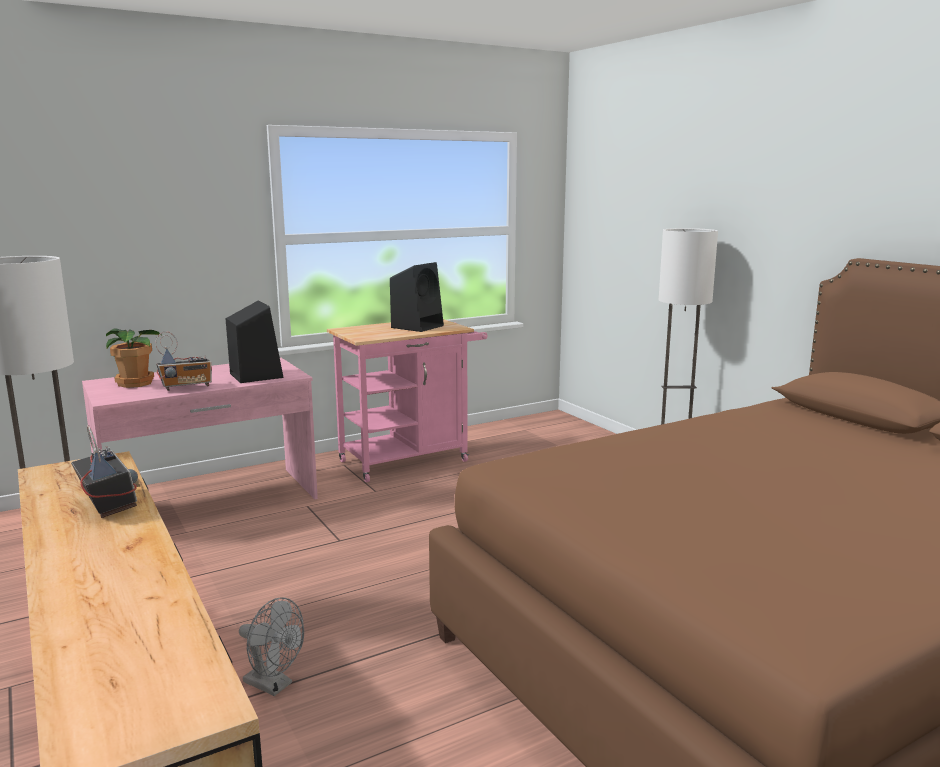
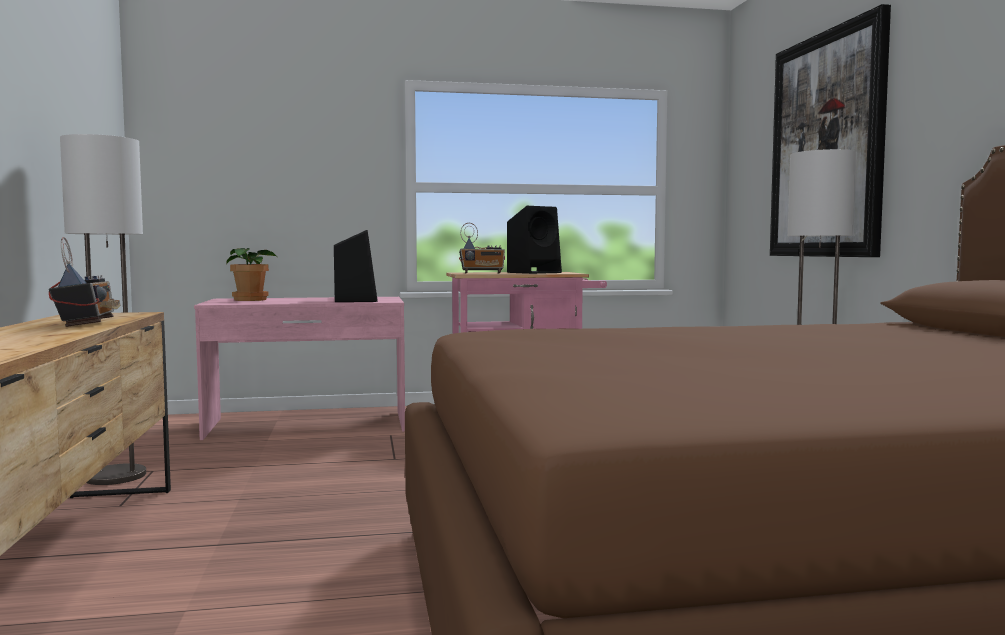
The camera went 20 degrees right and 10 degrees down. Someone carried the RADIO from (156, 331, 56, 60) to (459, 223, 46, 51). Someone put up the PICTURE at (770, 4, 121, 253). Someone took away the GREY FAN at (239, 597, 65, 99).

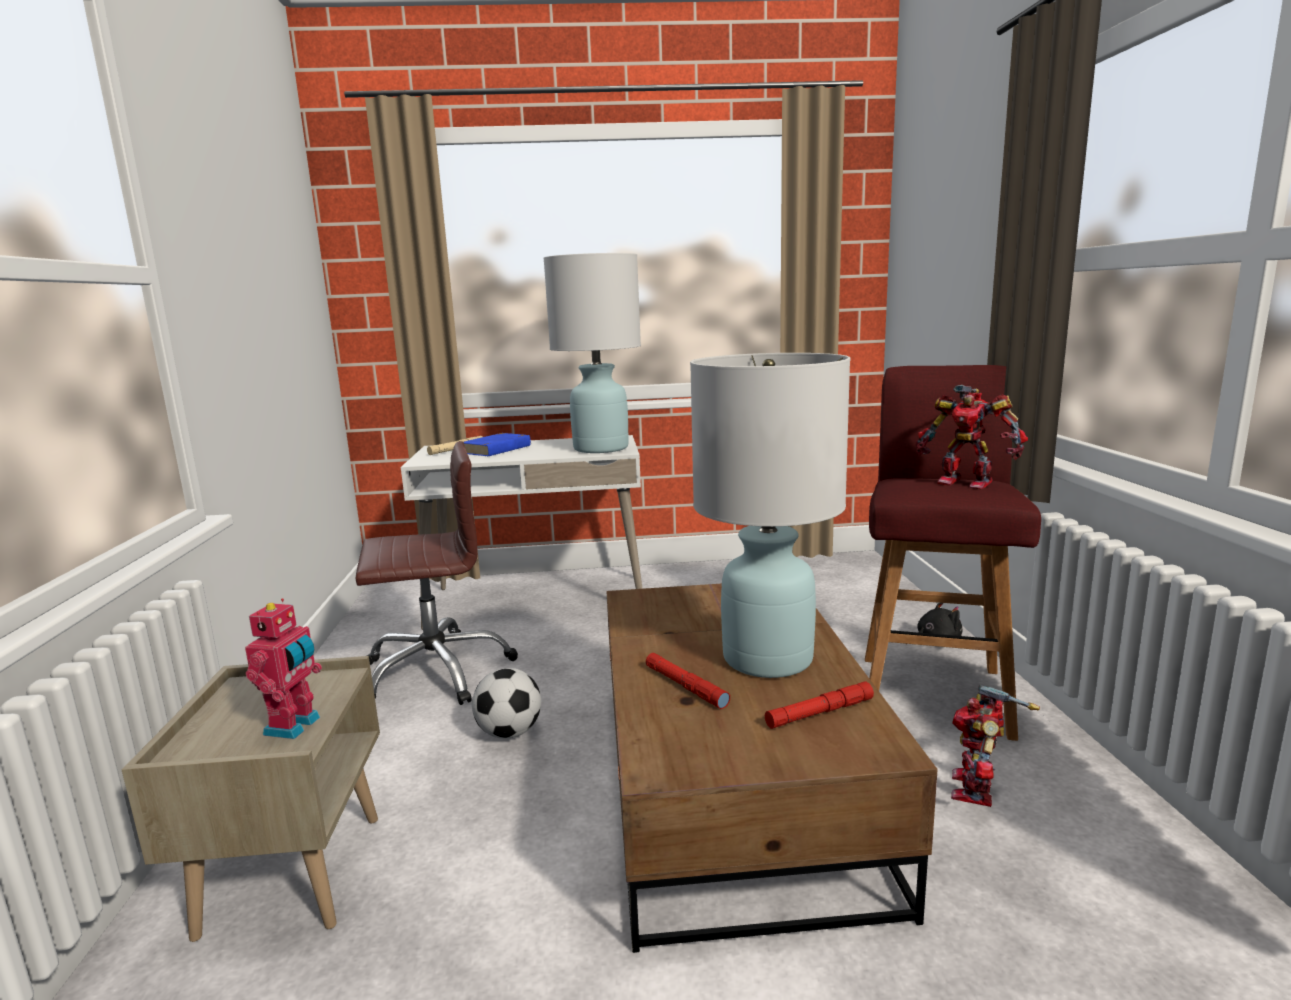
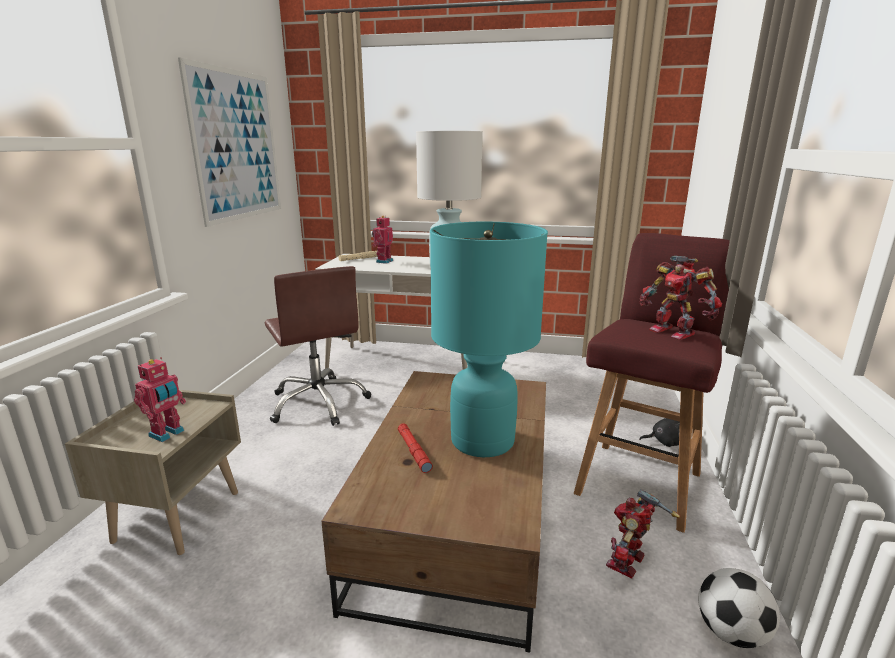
The camera went 15 degrees right and 5 degrees up. Someone put up the PICTURE at (178, 57, 103, 170). Someone rotated the BROWN OFFICE CHAIR at (356, 441, 162, 264) by 60 degrees clockwise. Someone swapped the BLUE BOOK at (463, 433, 69, 23) for the TOY ROBOT at (372, 216, 21, 48). Someone repainted the WHITE TABLE LAMP at (690, 353, 160, 325), which became the TURQUOISE TABLE LAMP at (430, 222, 118, 235). Someone carried the FOOTBALL from (472, 668, 69, 71) to (698, 568, 82, 80). Someone took away the RED FLASHLIGHT at (765, 681, 109, 48).

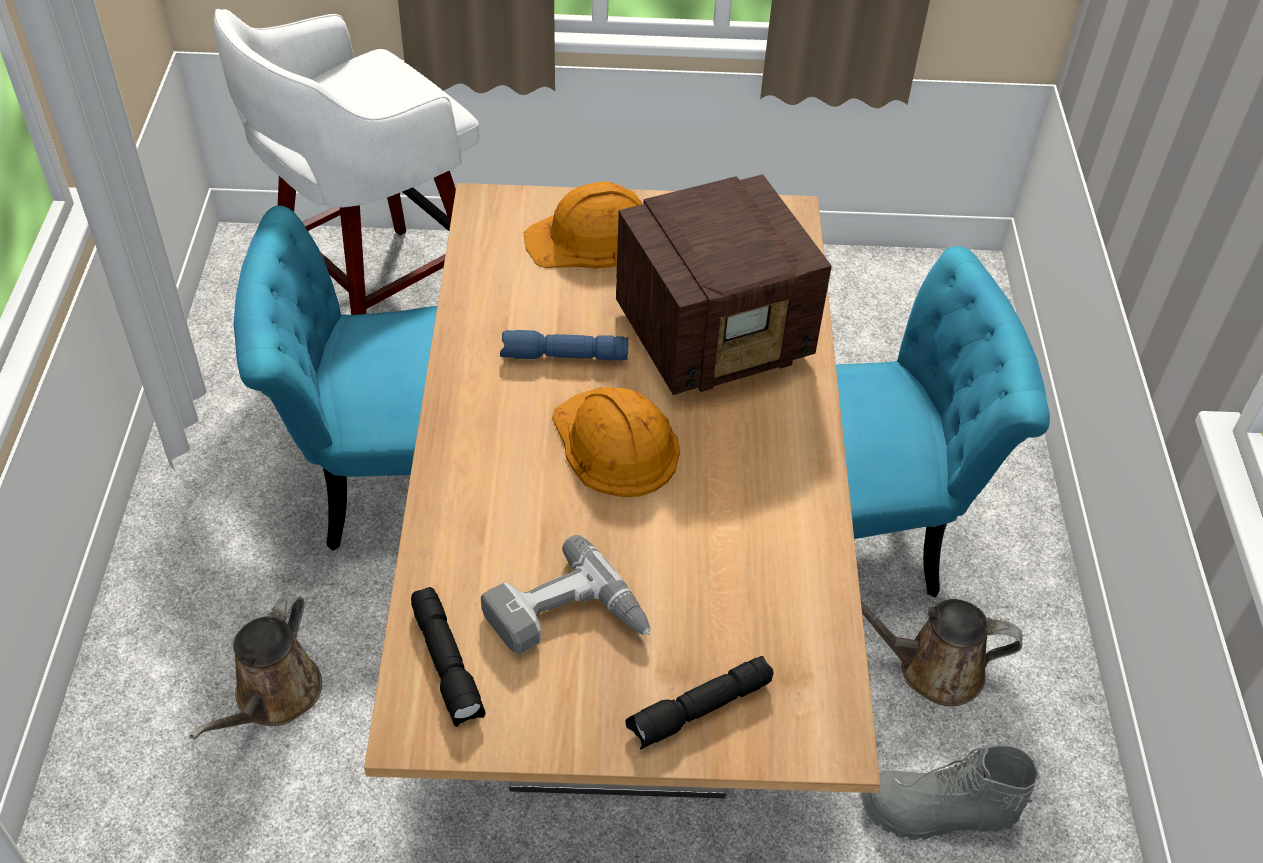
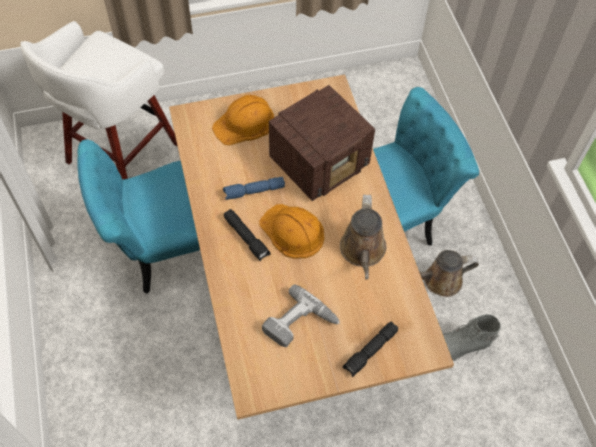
The camera went 15 degrees left and 10 degrees up. Someone carried the BLACK FLASHLIGHT from (411, 587, 75, 140) to (224, 209, 47, 52). Someone carried the BROWN WATERING CAN from (190, 593, 132, 146) to (340, 194, 46, 86).

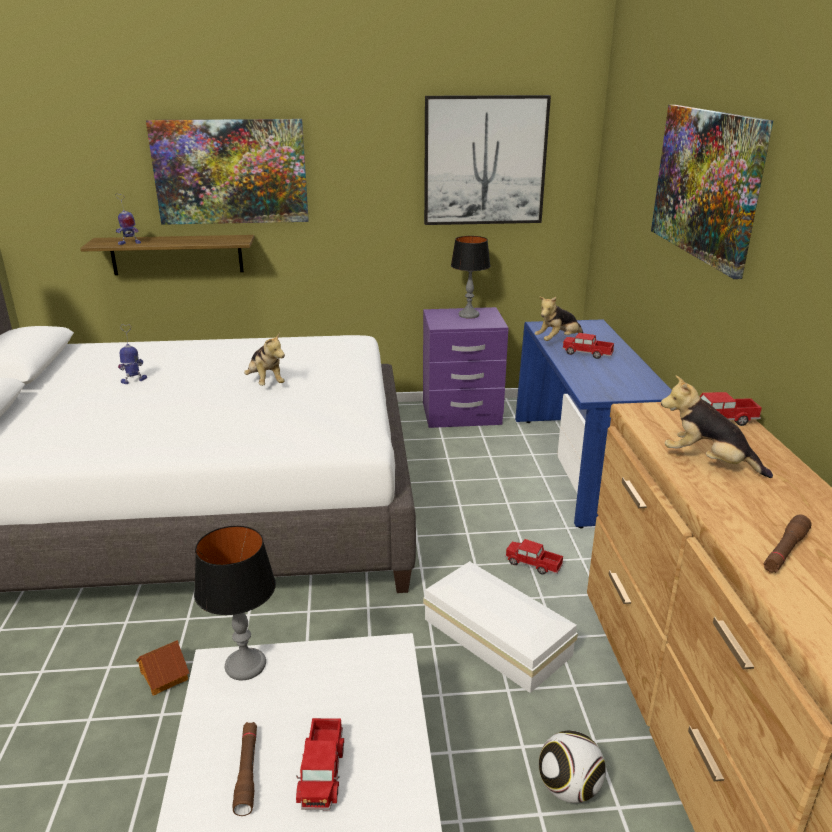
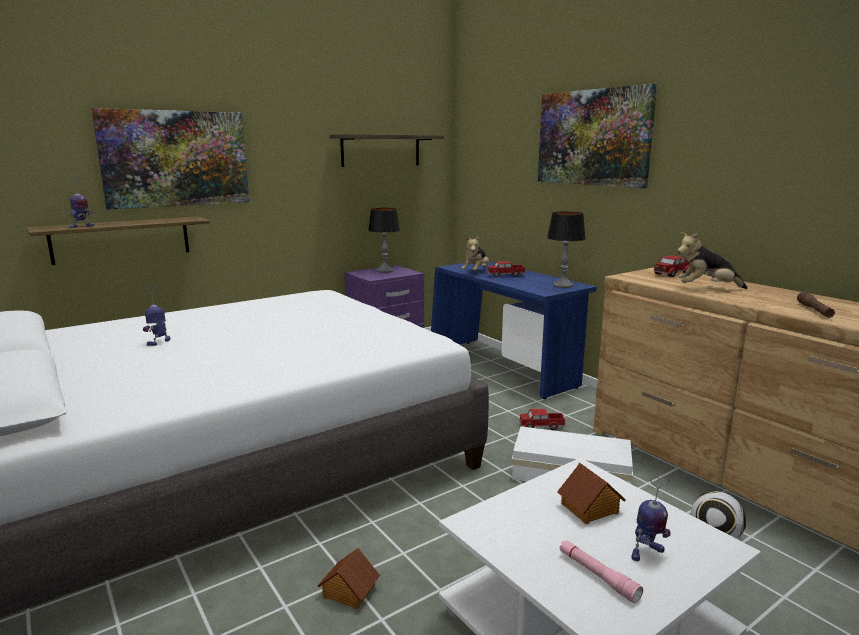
The camera went 30 degrees left and 10 degrees down. Someone swapped the PICTURE at (424, 95, 127, 130) for the SHELF at (330, 134, 114, 33). Someone carried the TABLE LAMP from (194, 526, 82, 154) to (547, 211, 39, 77). Someone put down the TOY HOUSE at (557, 462, 69, 62). Someone repainted the BROWN FLASHLIGHT at (232, 722, 25, 94), which became the PINK FLASHLIGHT at (560, 540, 83, 63). Someone swapped the TOY TRUCK at (296, 718, 48, 92) for the TOY ROBOT at (631, 477, 40, 84). Someone took away the PLUSH TOY at (244, 333, 41, 53).

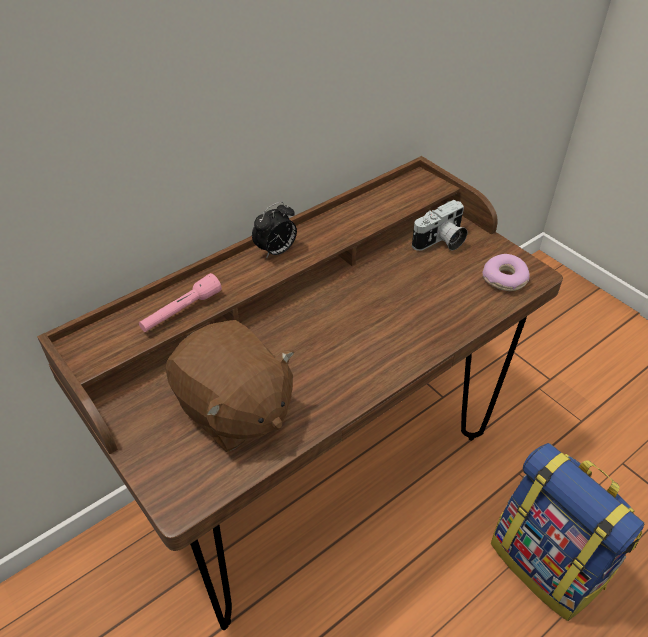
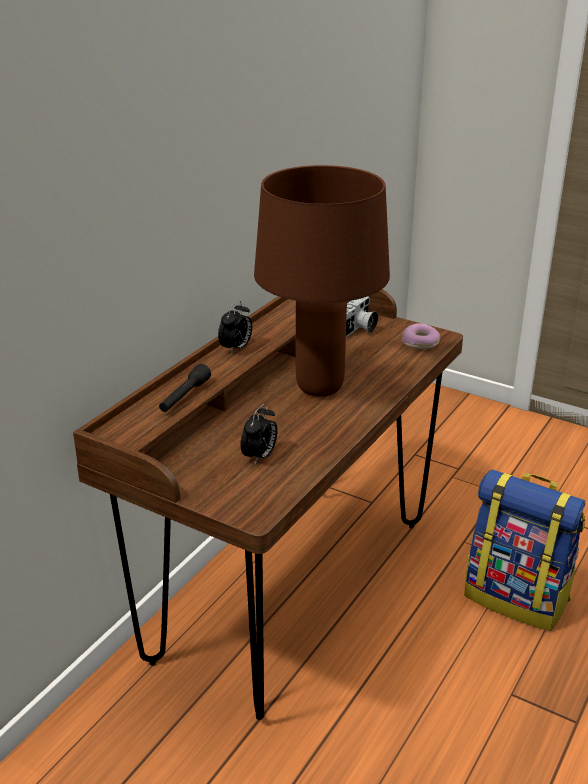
The camera went 20 degrees left and 15 degrees down. Someone repainted the PINK FLASHLIGHT at (139, 273, 83, 59), which became the BLACK FLASHLIGHT at (159, 364, 52, 48). Someone swapped the BROWN PLUSH TOY at (166, 320, 128, 132) for the ALARM CLOCK at (241, 404, 36, 61). Someone put down the BROWN TABLE LAMP at (254, 165, 136, 232).

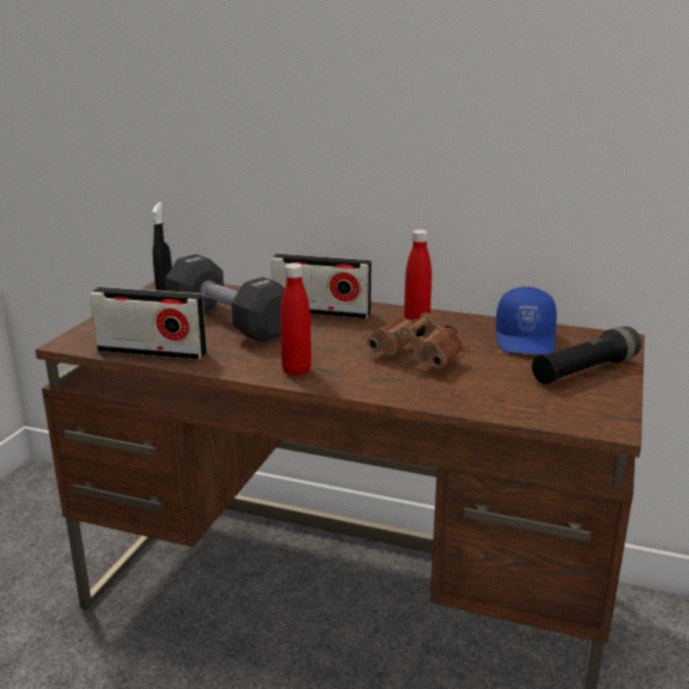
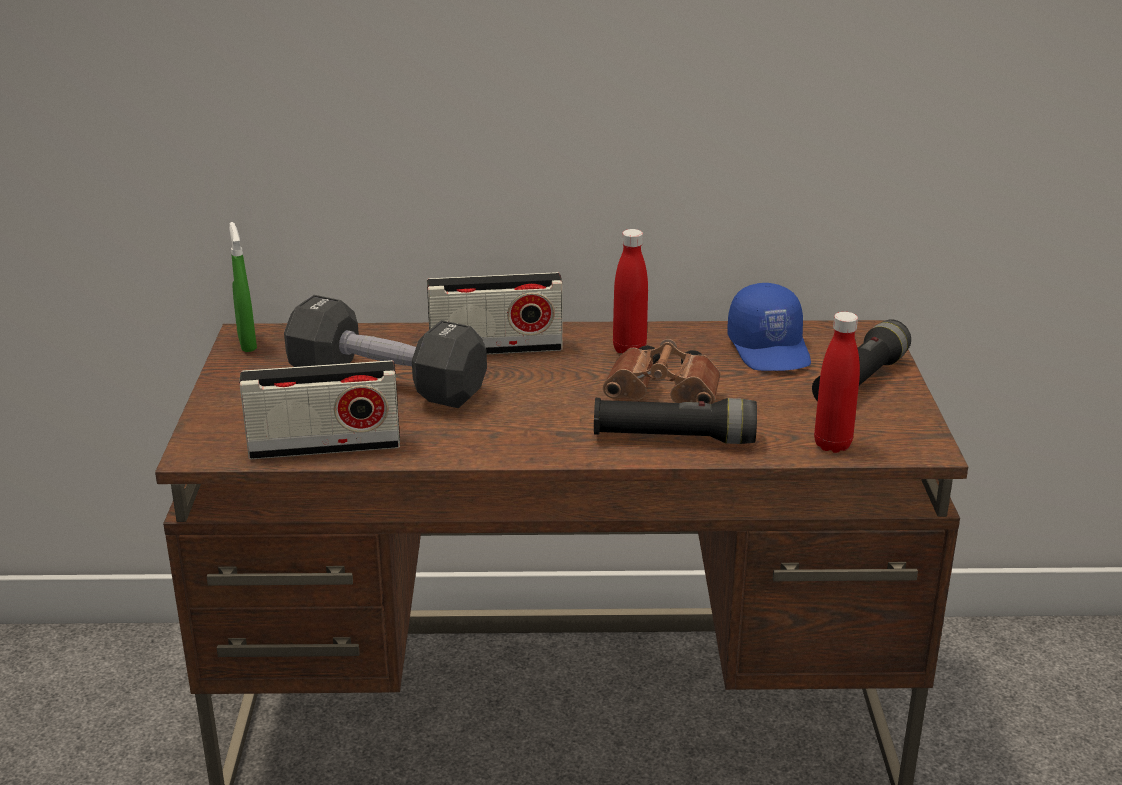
The camera went 20 degrees left and 5 degrees up. Someone repainted the BLACK SPRAY BOTTLE at (152, 202, 20, 89), which became the GREEN SPRAY BOTTLE at (229, 222, 28, 130). Someone put down the BLACK FLASHLIGHT at (594, 398, 163, 46). Someone carried the RED BOTTLE from (280, 263, 31, 112) to (814, 312, 46, 141).

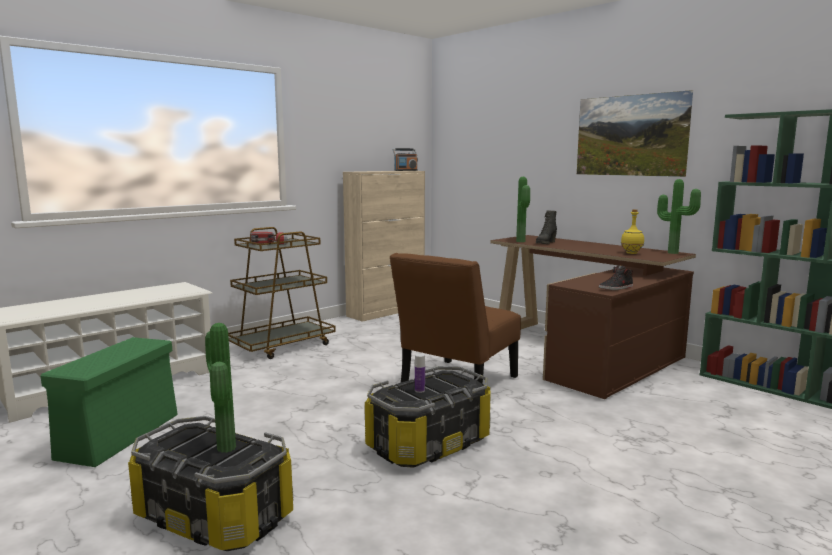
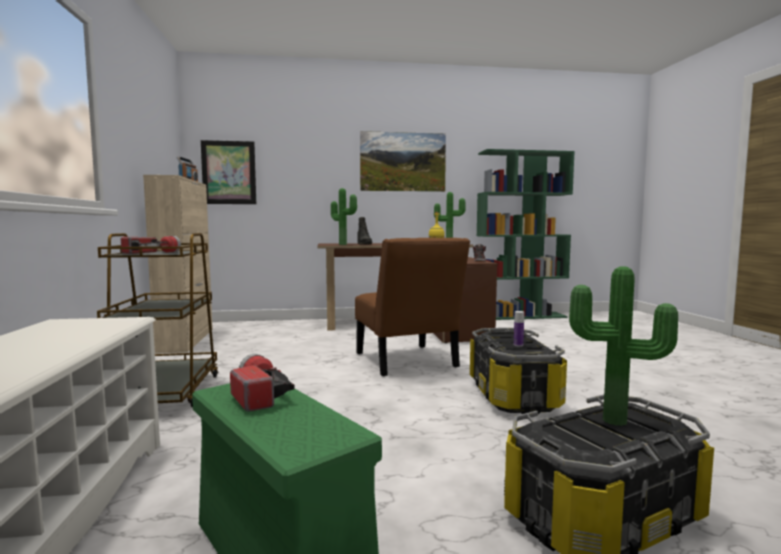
The camera went 55 degrees left and 5 degrees down. Someone put up the PICTURE at (201, 140, 55, 64). Someone put down the FLASHLIGHT at (230, 354, 65, 58).

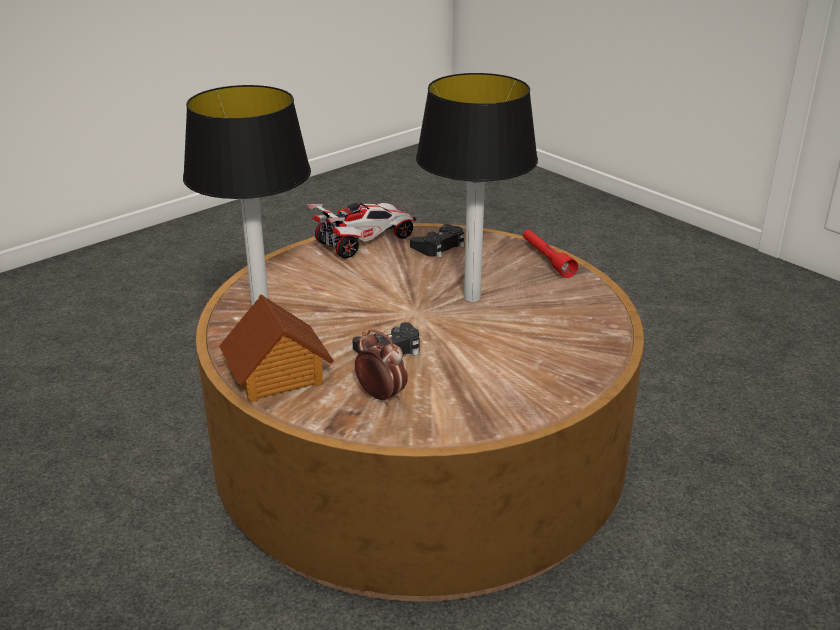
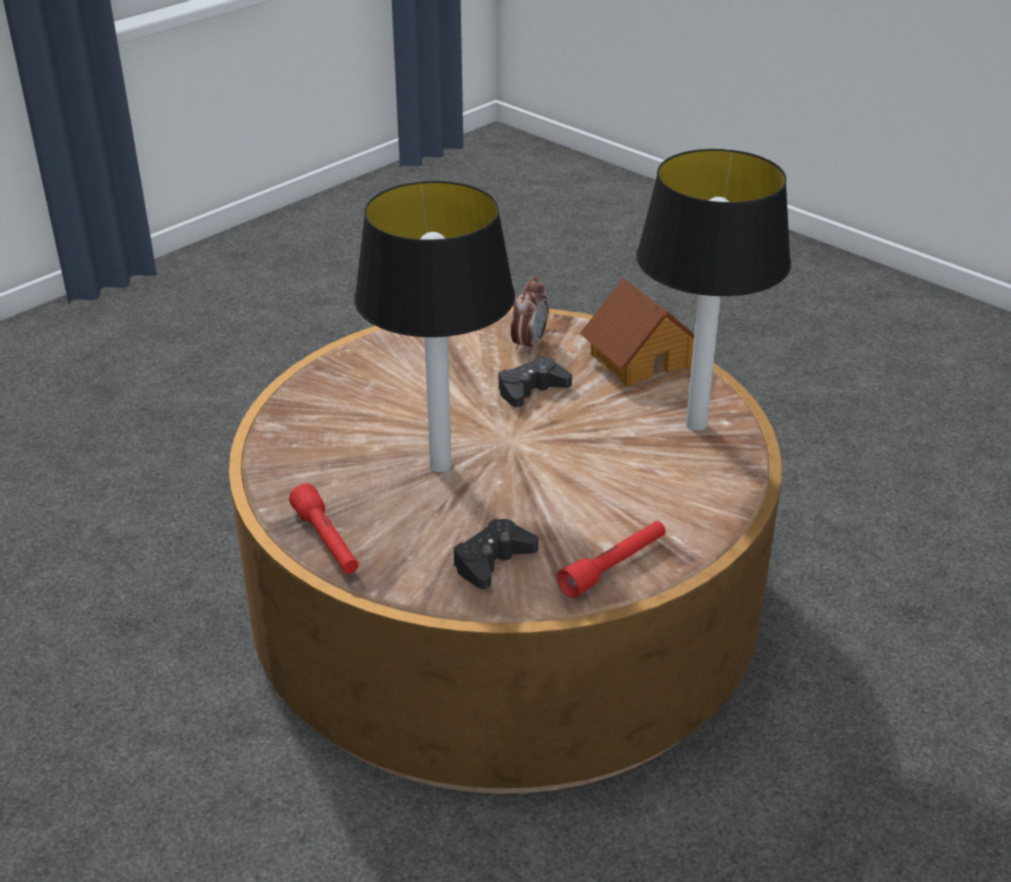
The camera went 175 degrees right and 5 degrees up. Someone rotated the ALARM CLOCK at (355, 329, 53, 76) by 105 degrees counterclockwise. Someone swapped the TOY CAR at (306, 203, 110, 56) for the RED FLASHLIGHT at (557, 521, 109, 77).

